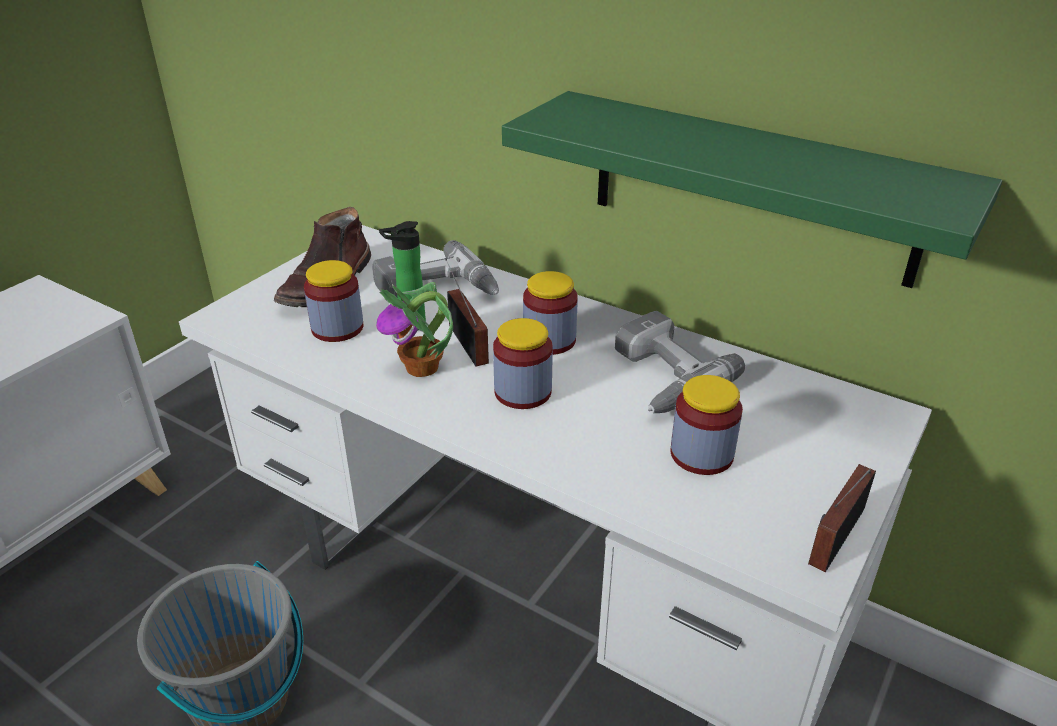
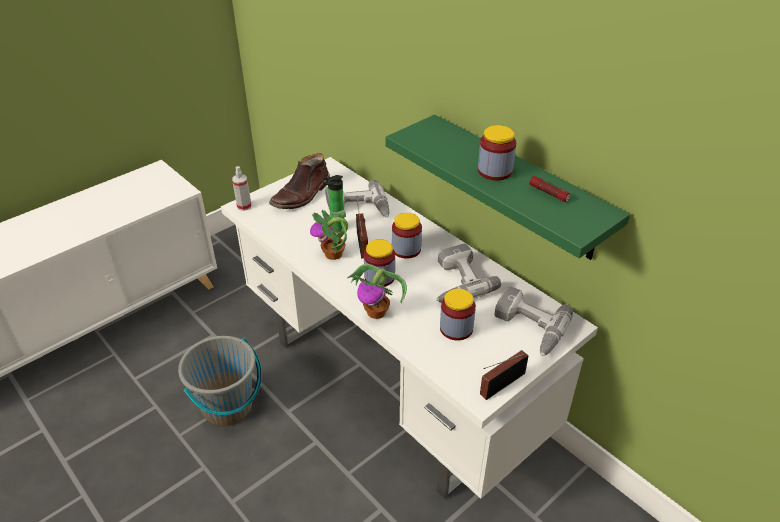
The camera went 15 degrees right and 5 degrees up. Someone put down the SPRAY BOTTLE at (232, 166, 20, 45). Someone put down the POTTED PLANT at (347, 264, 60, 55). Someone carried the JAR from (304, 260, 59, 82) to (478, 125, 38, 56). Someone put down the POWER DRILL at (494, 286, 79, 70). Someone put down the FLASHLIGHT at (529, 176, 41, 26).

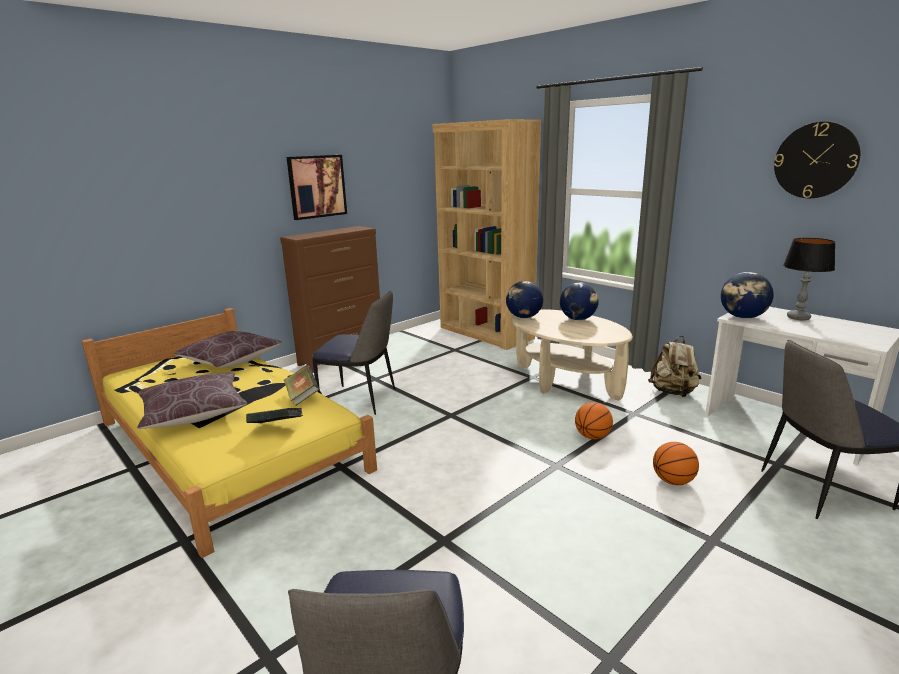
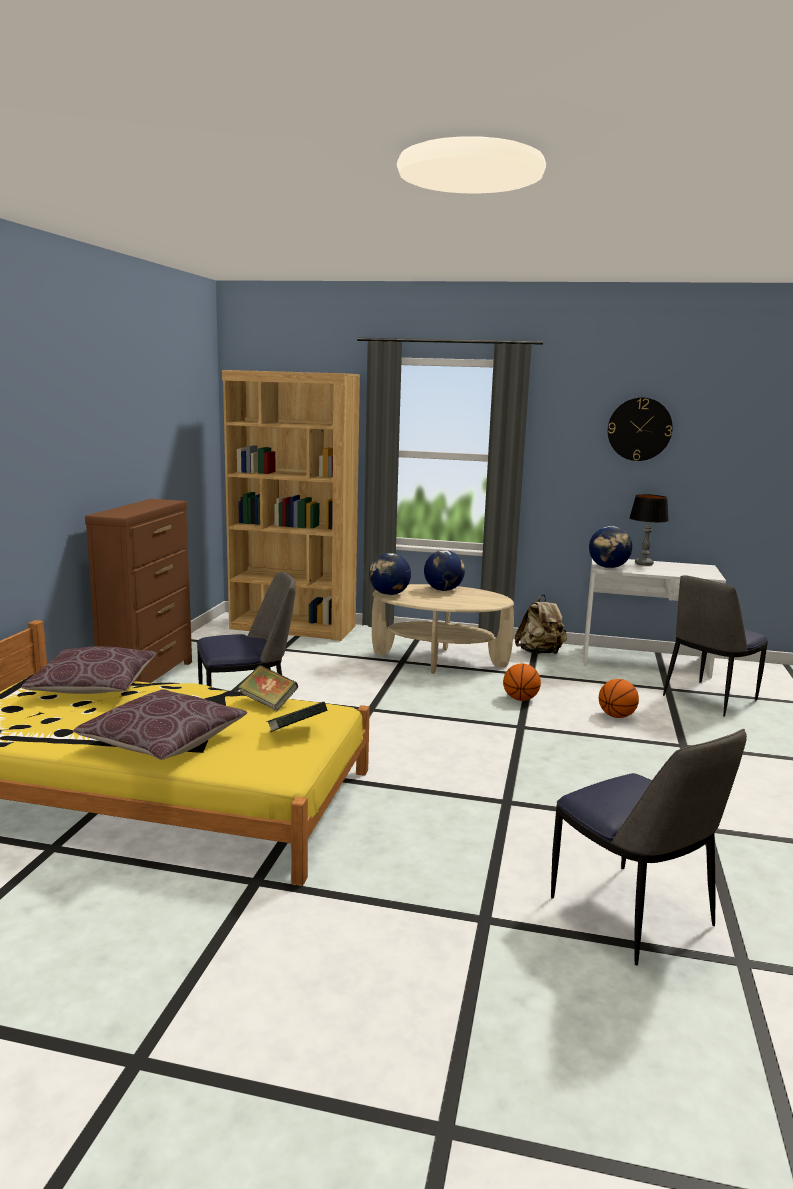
The camera went 35 degrees left and 5 degrees down. Someone took away the PICTURE at (287, 155, 60, 65).

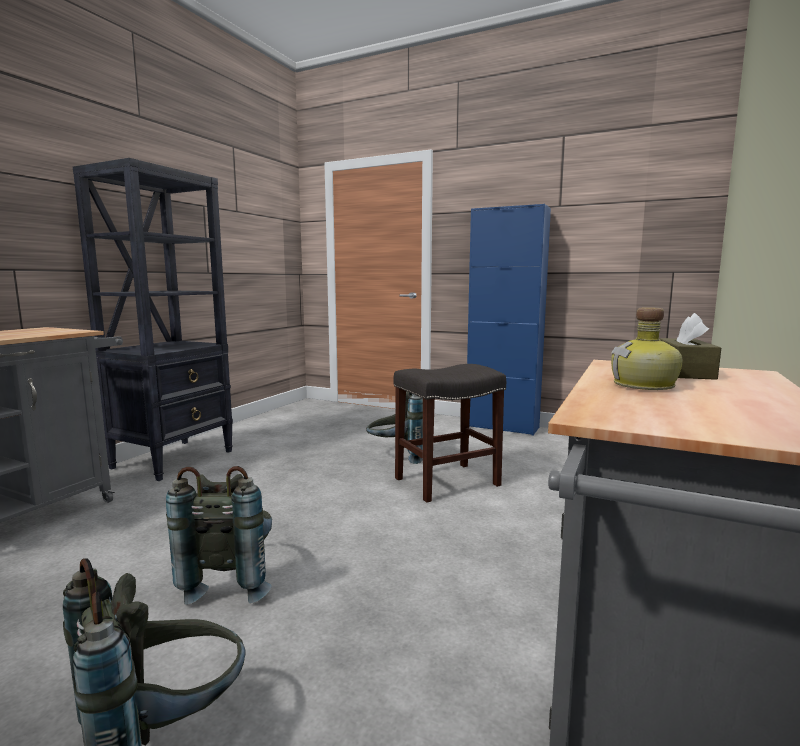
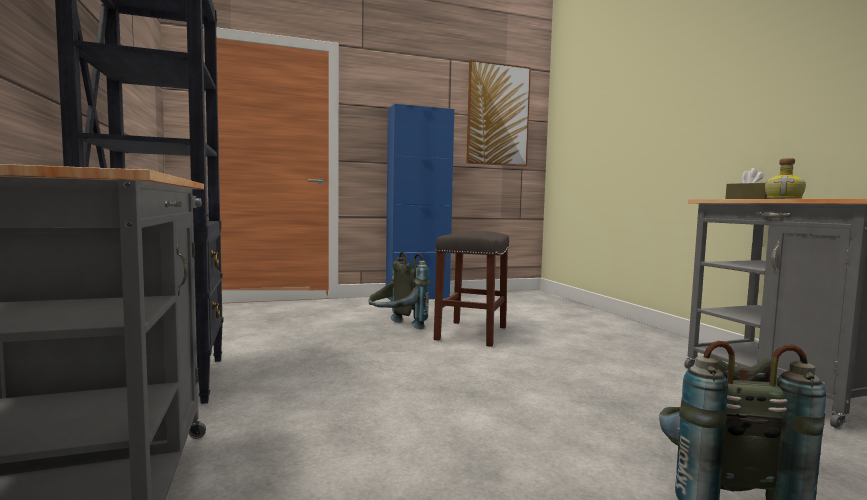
The camera went 45 degrees left and 5 degrees down. Someone put up the PICTURE at (466, 60, 65, 107). Someone took away the GREY BACKPACK at (166, 466, 106, 139).

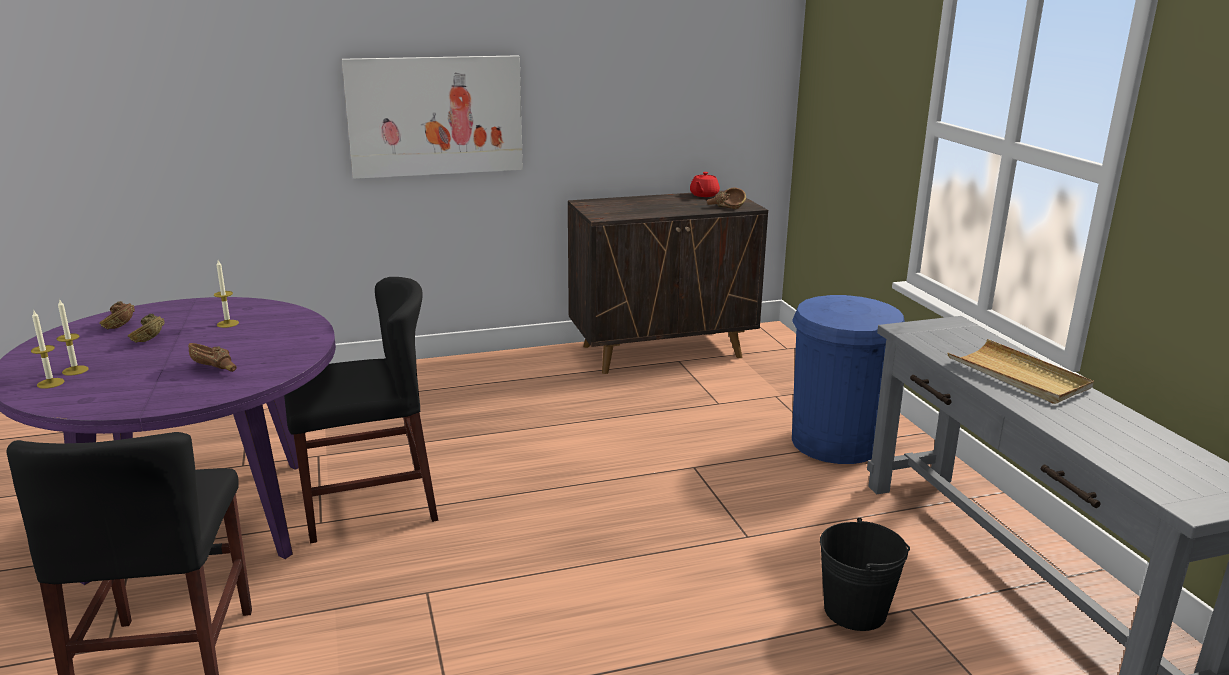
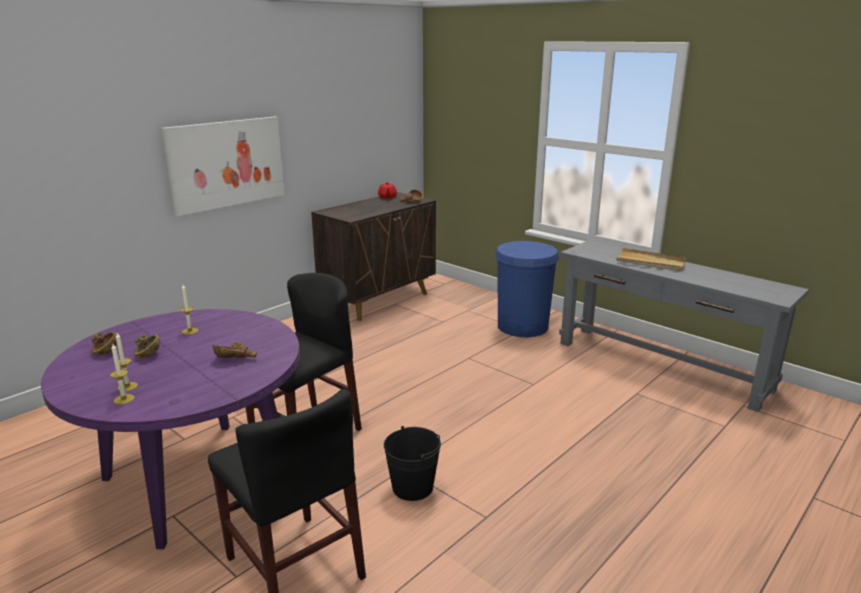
The camera went 30 degrees left and 0 degrees up. Someone carried the BLACK BUCKET from (820, 518, 90, 113) to (384, 426, 57, 75).

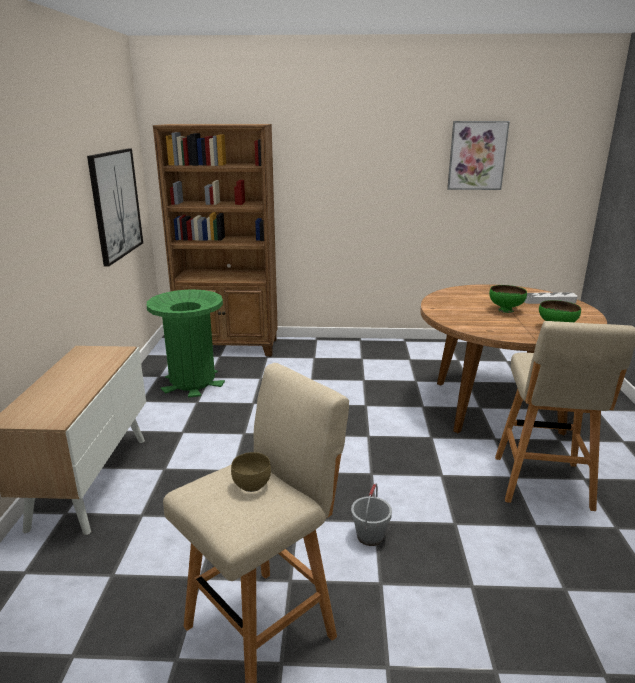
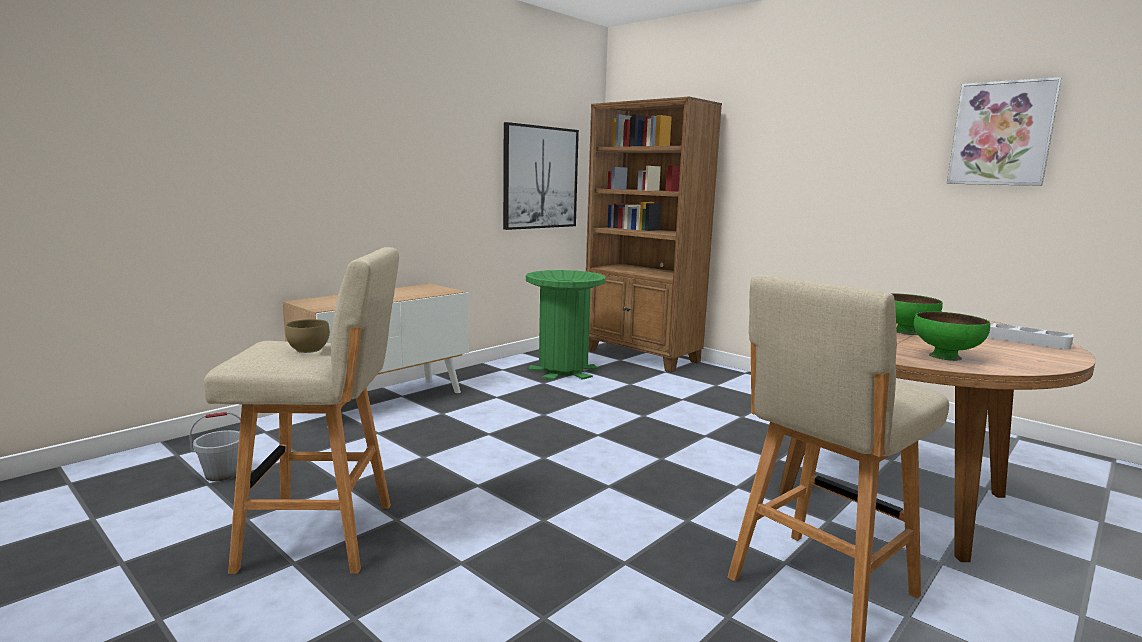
The camera went 40 degrees right and 10 degrees down. Someone carried the GREY BUCKET from (351, 483, 41, 63) to (189, 412, 52, 69).

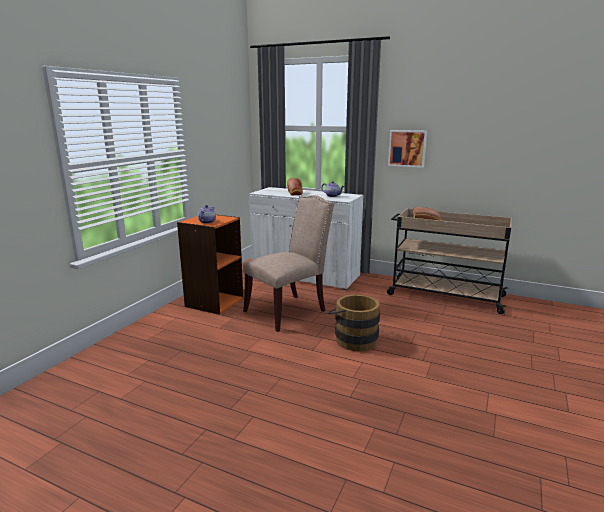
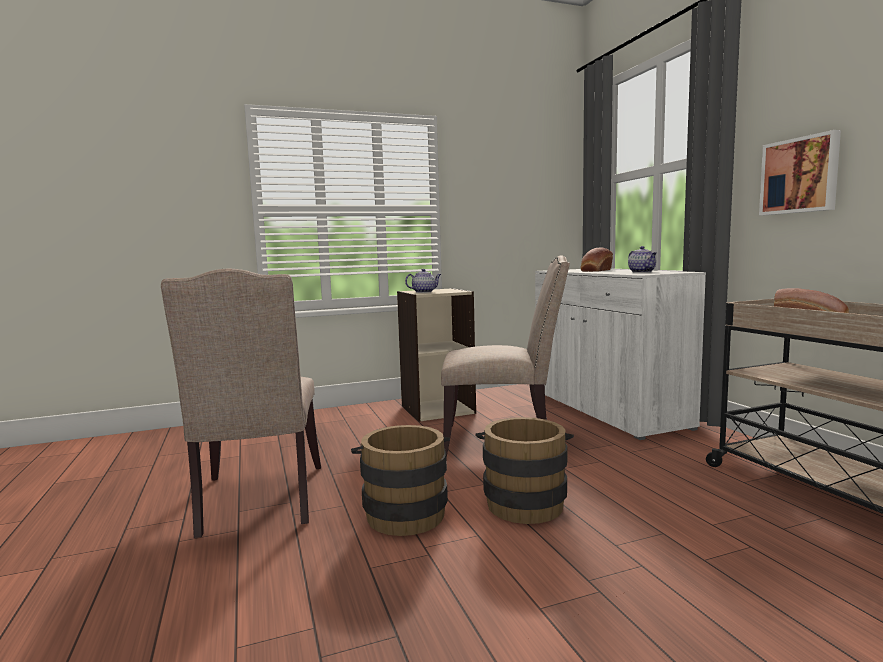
The camera went 45 degrees right and 10 degrees down. Someone put down the BEIGE CHAIR at (161, 269, 160, 269). Someone put down the BROWN BUCKET at (351, 425, 99, 111). Someone repainted the ORANGE BOOKCASE at (177, 215, 66, 100), which became the BEIGE BOOKCASE at (397, 288, 79, 134).

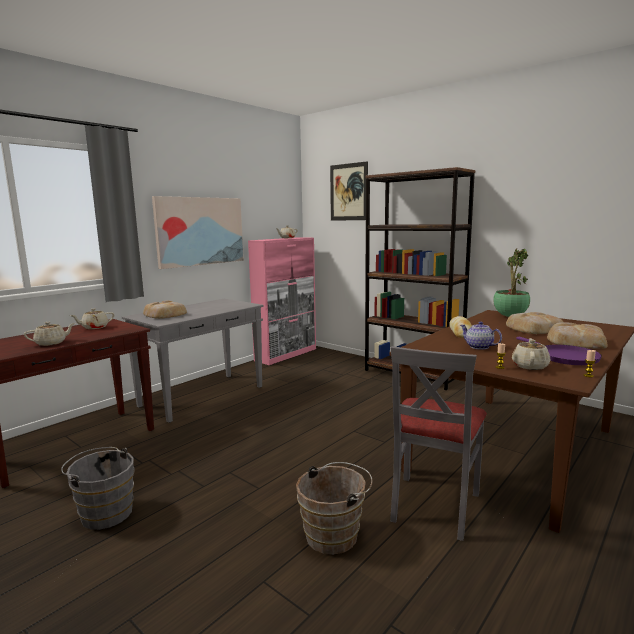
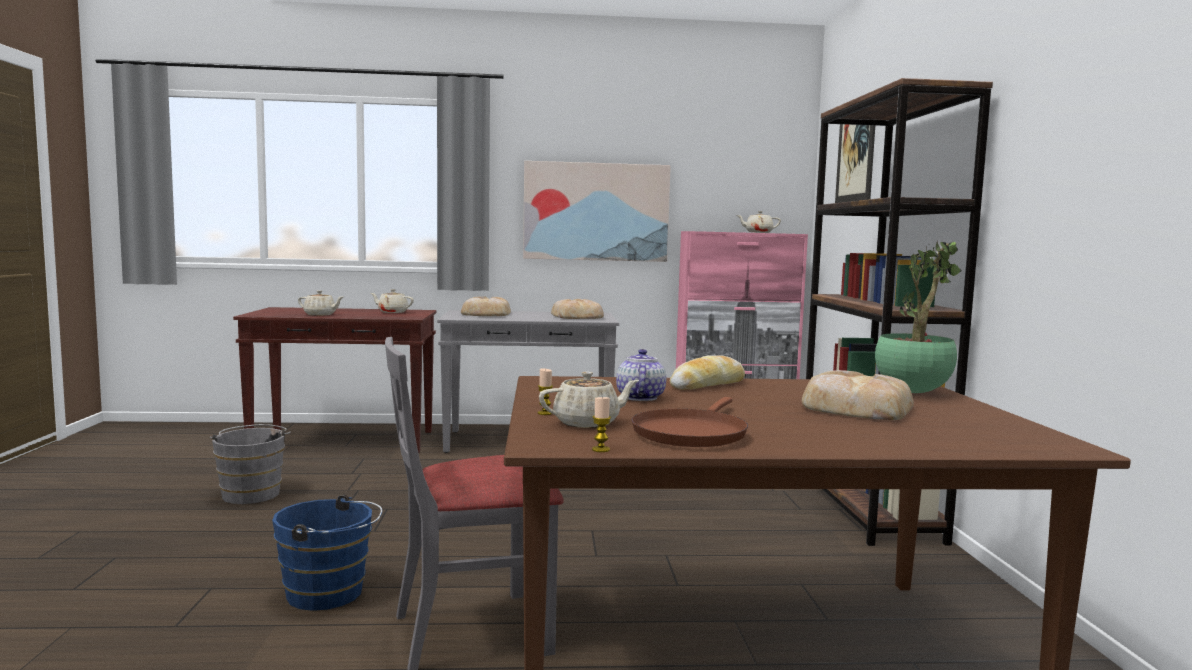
The camera went 45 degrees right and 5 degrees down. Someone repainted the BROWN BUCKET at (296, 462, 76, 93), which became the BLUE BUCKET at (272, 495, 110, 116). Someone carried the BREAD from (547, 322, 61, 27) to (551, 299, 53, 20). Someone repainted the PURPLE FRYING PAN at (516, 337, 86, 28), which became the BROWN FRYING PAN at (631, 397, 117, 50).

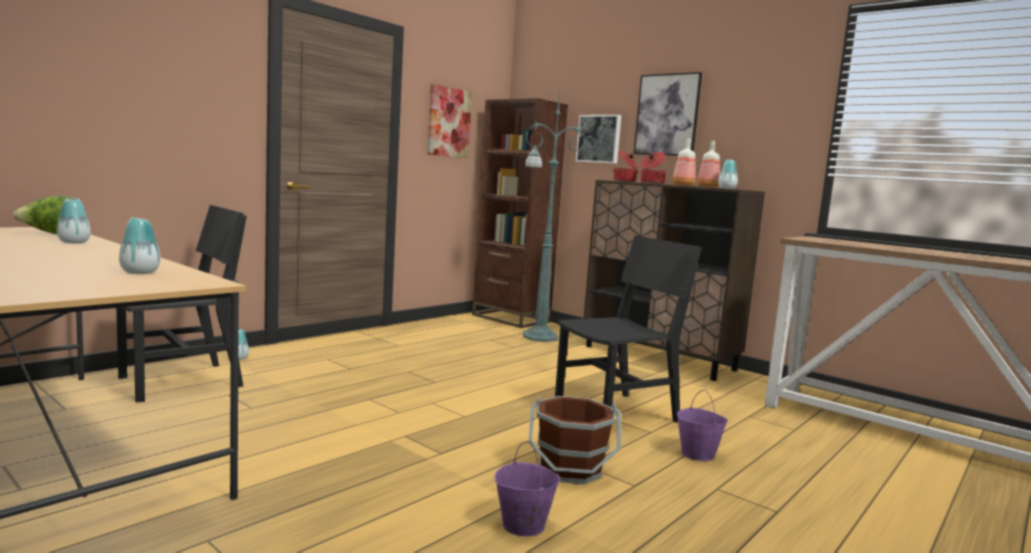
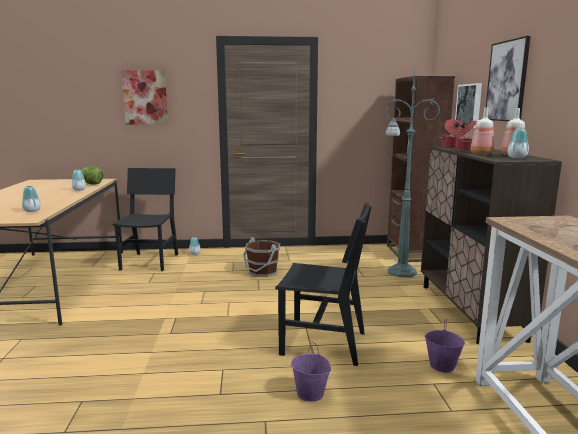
The camera went 45 degrees right and 5 degrees up. Someone rotated the BLACK CHAIR at (116, 205, 131, 198) by 90 degrees counterclockwise. Someone carried the PICTURE from (427, 84, 45, 74) to (121, 70, 47, 54). Someone carried the BROWN BUCKET from (529, 395, 92, 89) to (243, 237, 37, 40). Someone carried the PURPLE BUCKET from (495, 441, 65, 95) to (425, 319, 40, 54).

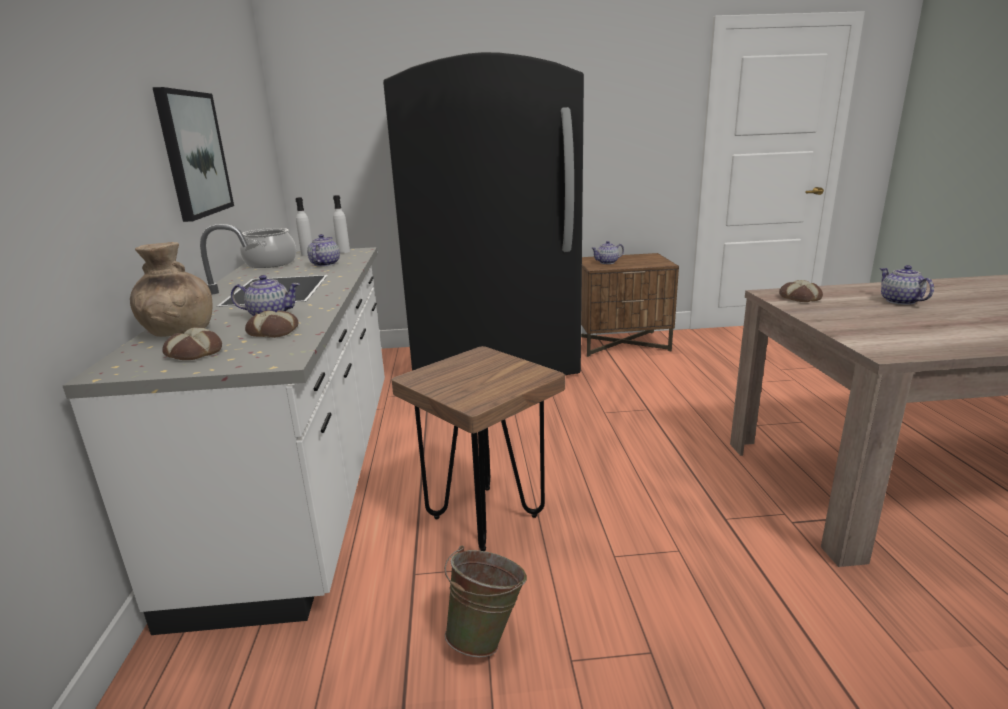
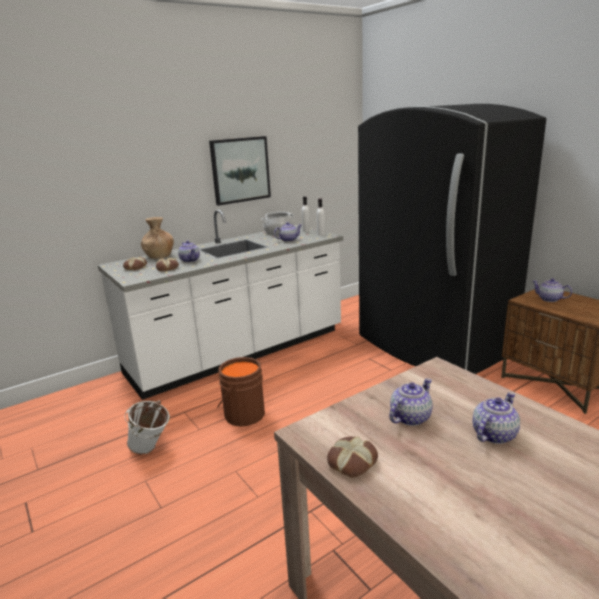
The camera went 60 degrees right and 0 degrees up. Someone repainted the GREEN BUCKET at (445, 546, 82, 111), which became the WHITE BUCKET at (125, 401, 45, 53). Someone swapped the BROWN STOOL at (391, 346, 174, 205) for the BROWN BUCKET at (217, 357, 48, 69). Someone carried the BREAD from (779, 280, 44, 22) to (327, 437, 51, 40). Someone put down the TEAPOT at (389, 378, 44, 48).

